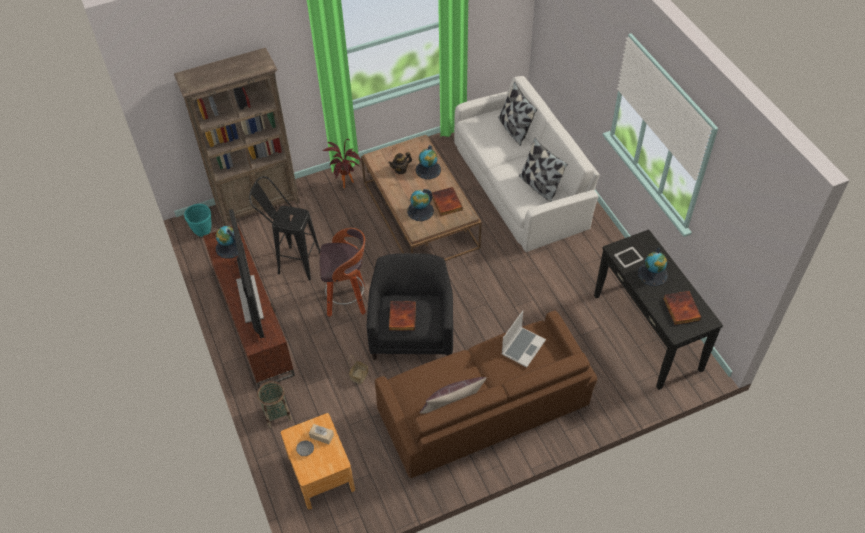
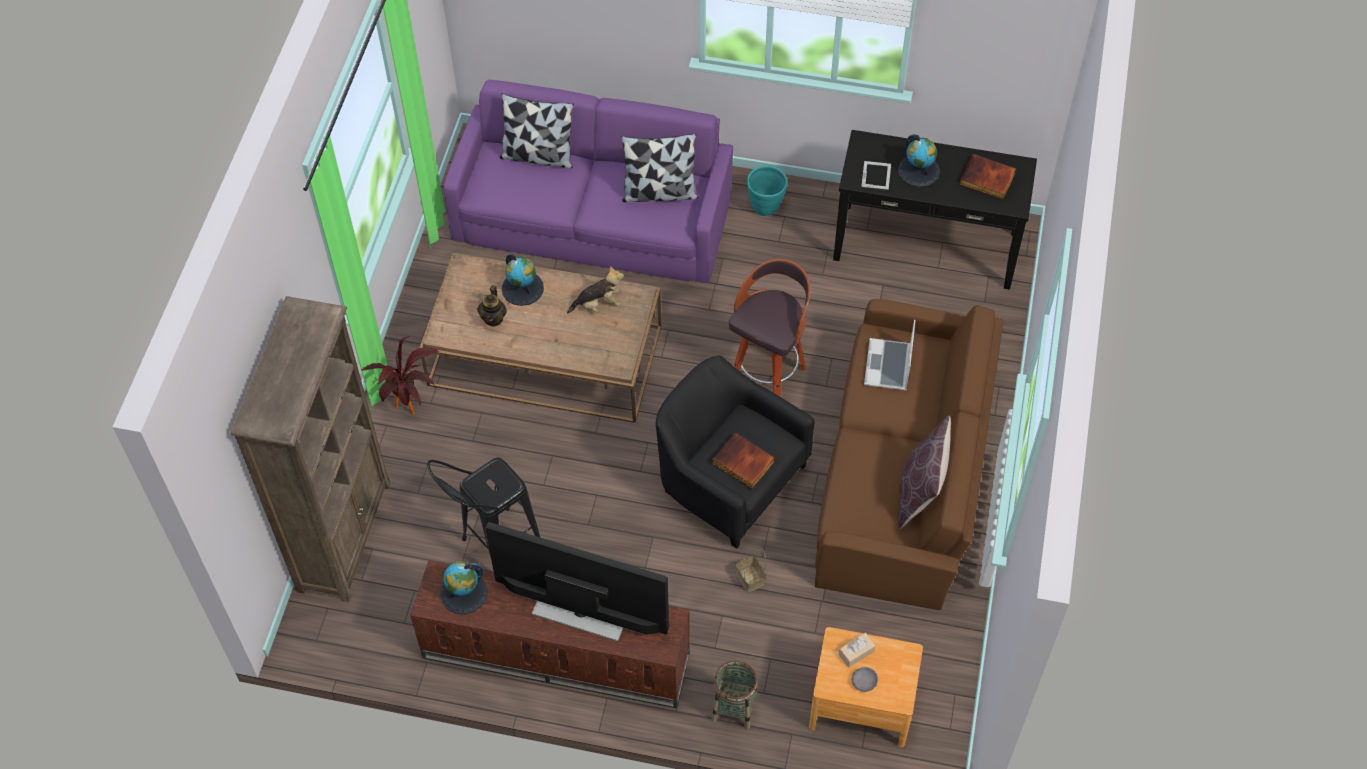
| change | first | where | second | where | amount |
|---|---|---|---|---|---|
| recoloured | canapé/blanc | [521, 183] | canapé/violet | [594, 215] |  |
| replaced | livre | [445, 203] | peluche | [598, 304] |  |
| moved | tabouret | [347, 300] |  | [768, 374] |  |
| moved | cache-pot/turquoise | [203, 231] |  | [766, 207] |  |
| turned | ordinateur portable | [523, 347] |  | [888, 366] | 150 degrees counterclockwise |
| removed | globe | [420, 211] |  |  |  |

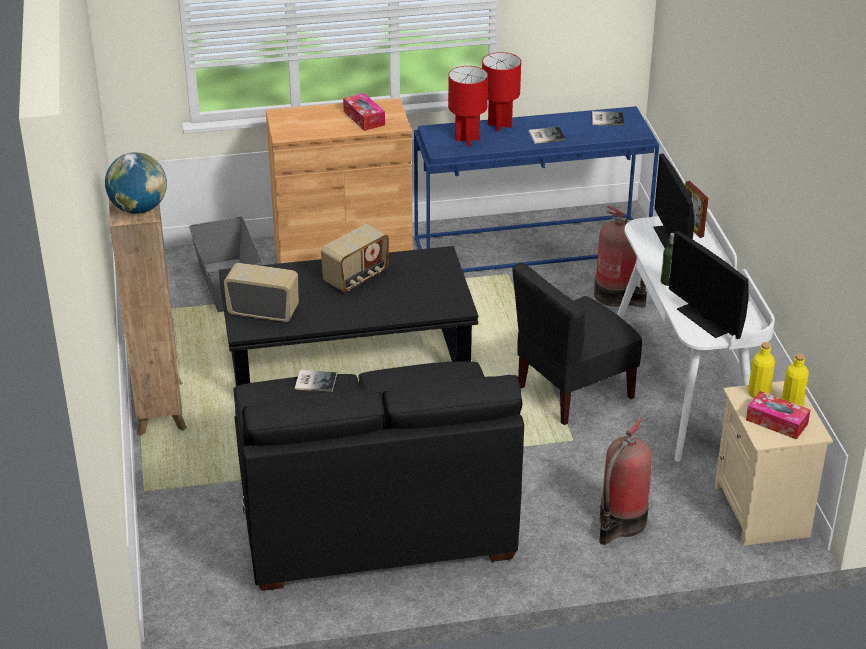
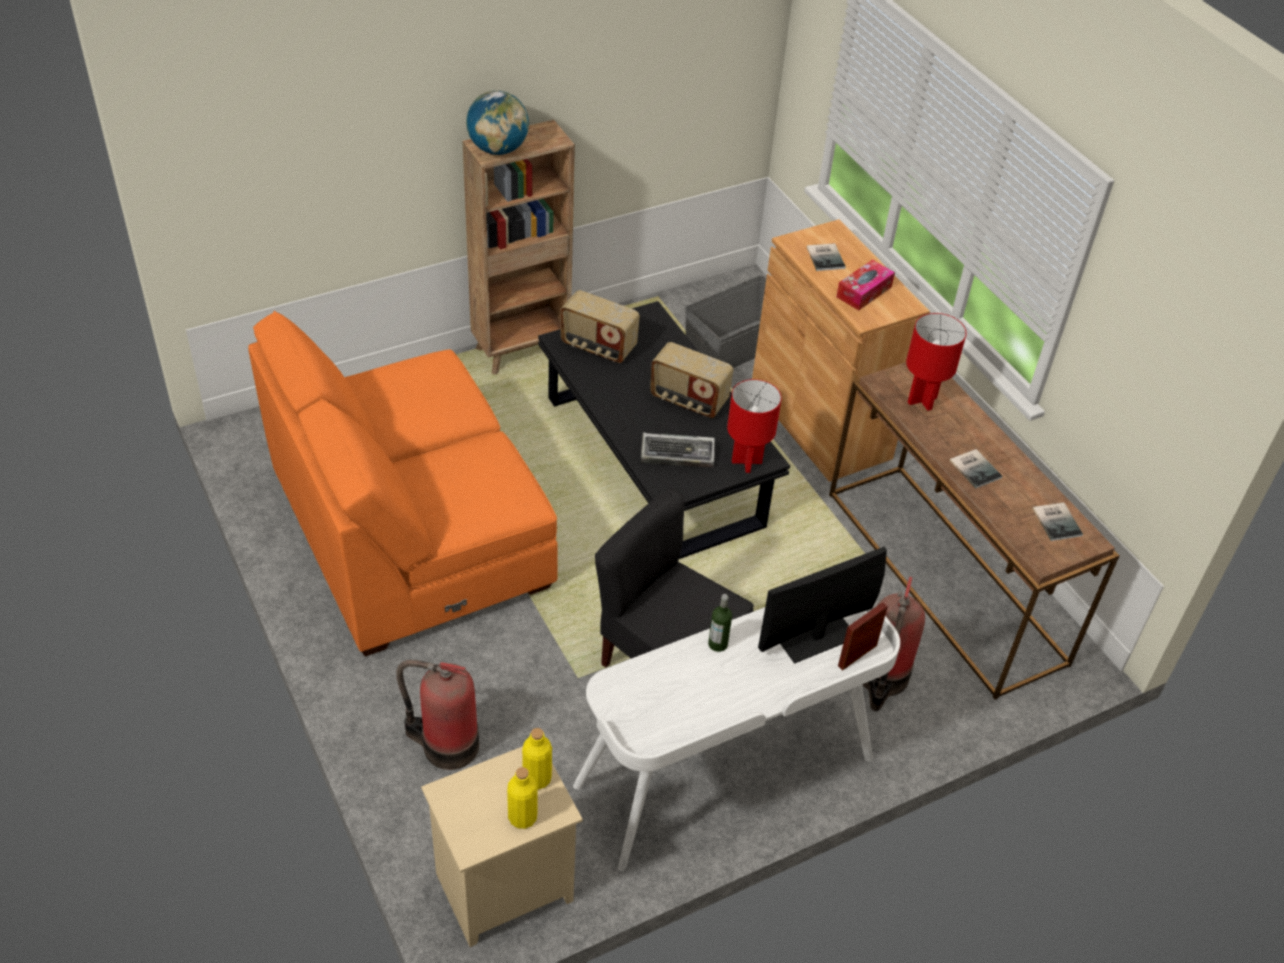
| change | first | where | second | where | amount |
|---|---|---|---|---|---|
| recoloured | canapé/noir | [373, 511] | canapé/orange | [412, 532] |  |
| turned | radio | [263, 311] |  | [598, 347] | 120 degrees clockwise |
| added |  |  | clavier | [678, 454] |  |
| moved | lampe de table/rouge | [500, 125] |  | [747, 462] |  |
| moved | livre | [314, 381] |  | [826, 257] |  |
| recoloured | table console/bleu | [532, 245] | table console/marron | [946, 577] |  |
| removed | écran d'ordinateur | [706, 319] |  |  |  |
| removed | boîte à mouchoirs | [776, 422] |  |  |  |

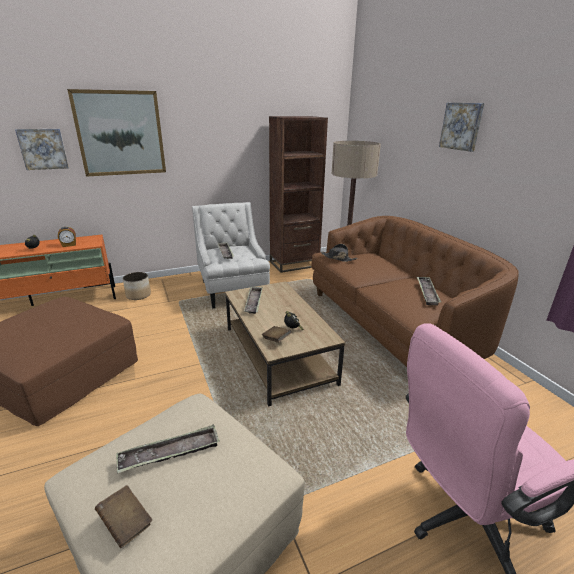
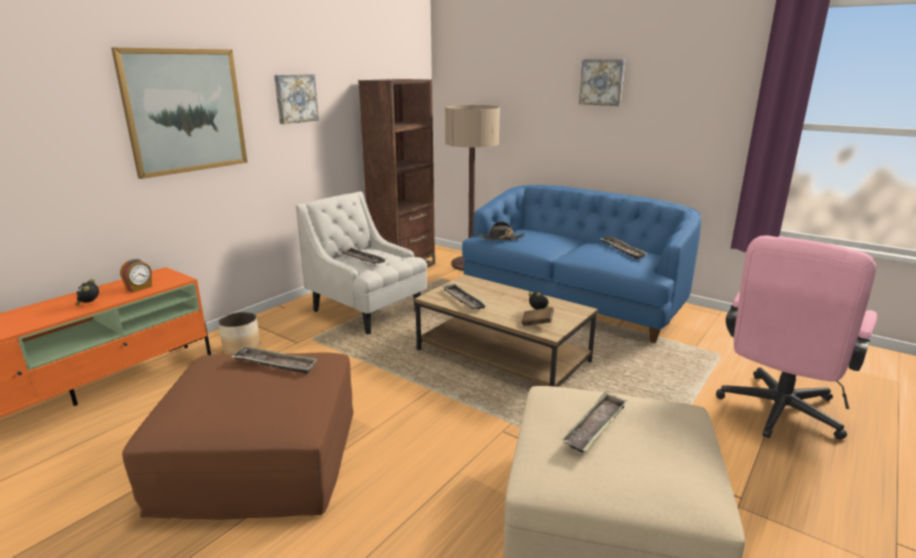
| change | first | where | second | where | amount |
|---|---|---|---|---|---|
| added |  |  | plateau | [275, 364] |  |
| moved | tableau | [43, 149] |  | [295, 98] |  |
| recoloured | canapé/marron | [392, 325] | canapé/bleu | [574, 300] |  |
| removed | livre/marron | [126, 523] |  |  |  |

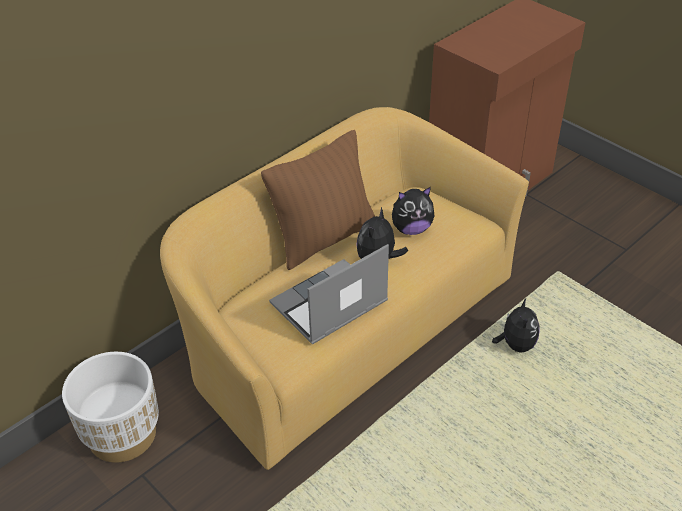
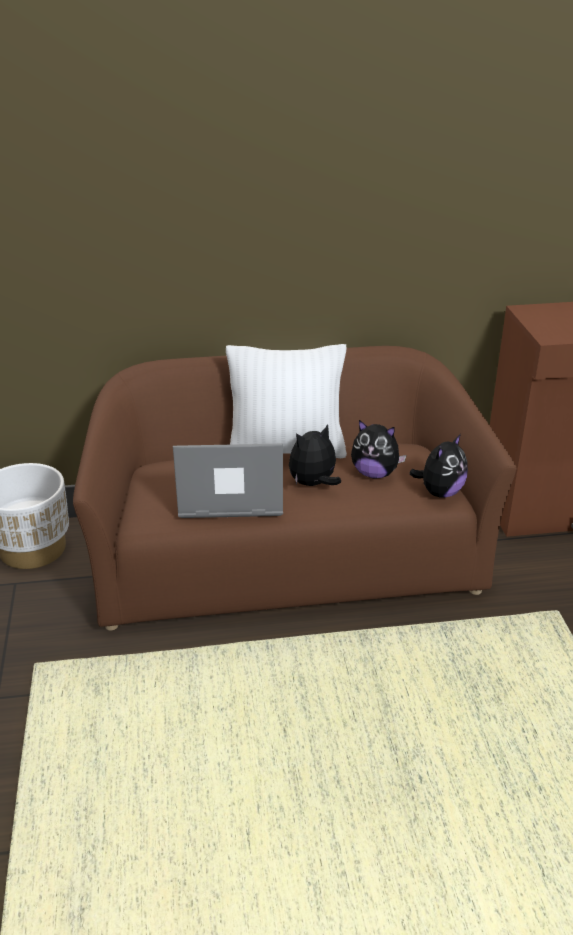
| change | first | where | second | where | amount |
|---|---|---|---|---|---|
| recoloured | canapé/jaune | [343, 328] | canapé/marron | [286, 558] |  |
| recoloured | coussin/marron | [324, 239] | coussin/blanc | [286, 450] |  |
| moved | peluche | [516, 344] |  | [440, 492] |  |

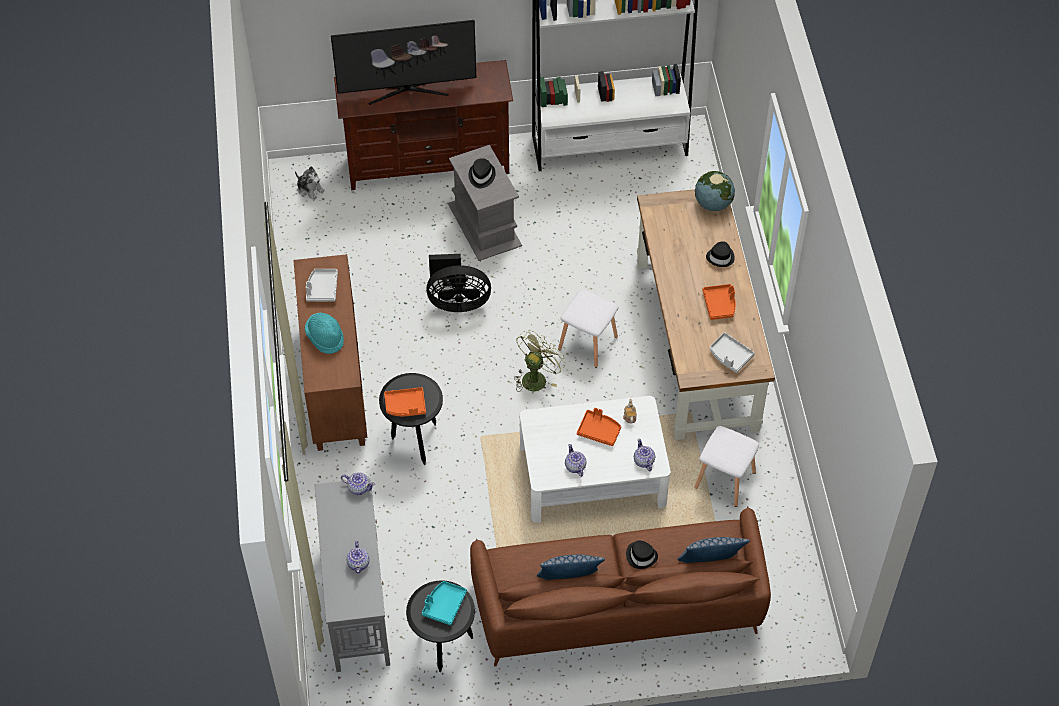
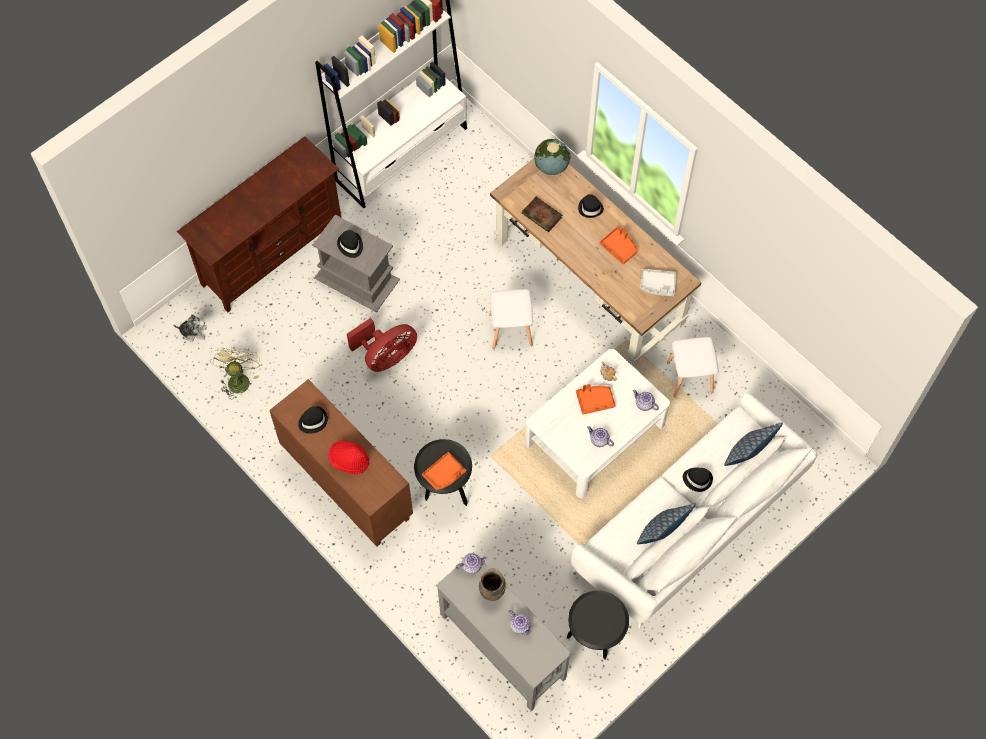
| change | first | where | second | where | amount |
|---|---|---|---|---|---|
| moved | ventilateur/vert | [536, 377] |  | [238, 378] |  |
| replaced | plateau/gris | [322, 289] | chapeau/noir | [313, 420] |  |
| recoloured | chapeau/turquoise | [325, 338] | chapeau/rouge | [349, 460] |  |
| recoloured | ventilateur/noir | [457, 301] | ventilateur/rouge | [386, 356] |  |
| added |  |  | vase/marron | [492, 592] |  |
| added |  |  | livre | [543, 216] |  |
| recoloured | canapé/marron | [619, 606] | canapé/blanc | [691, 523] |  |
| removed | téléviseur | [407, 90] |  |  |  |
| removed | plateau/turquoise | [444, 605] |  |  |  |

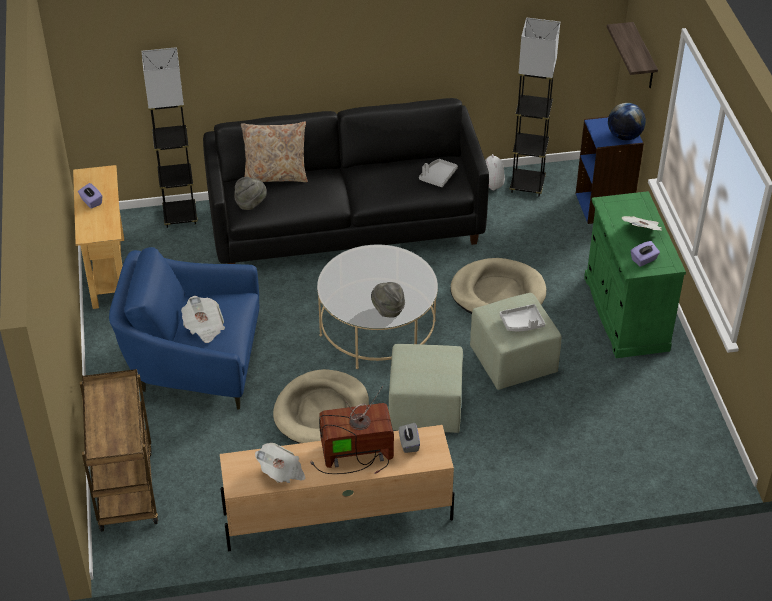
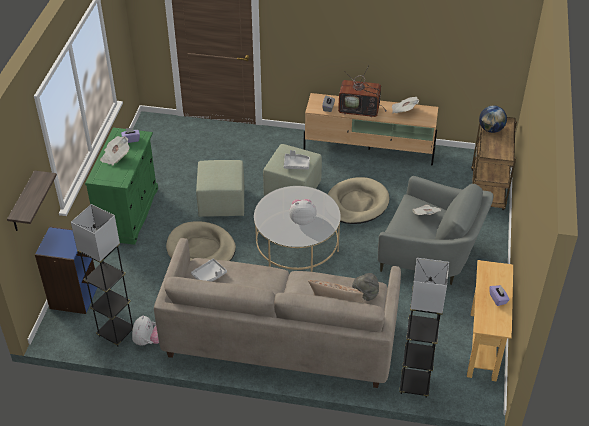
| change | first | where | second | where | amount |
|---|---|---|---|---|---|
| recoloured | canapé/noir | [346, 224] | canapé/beige | [280, 337] |  |
| moved | plateau/gris | [522, 323] |  | [296, 164] |  |
| added |  |  | peluche | [302, 220] |  |
| recoloured | fauteuil/bleu | [194, 363] | fauteuil/gris | [430, 255] |  |
| moved | globe | [624, 136] |  | [491, 129] |  |
| removed | chapeau/gris | [388, 309] |  |  |  |

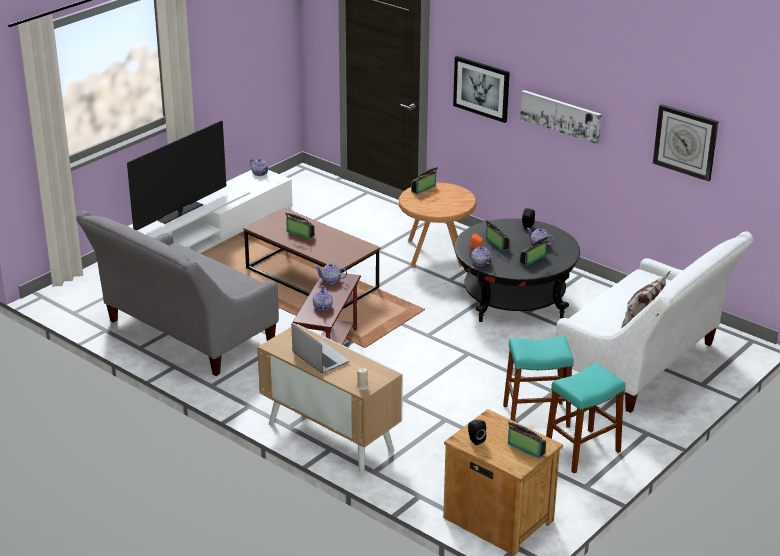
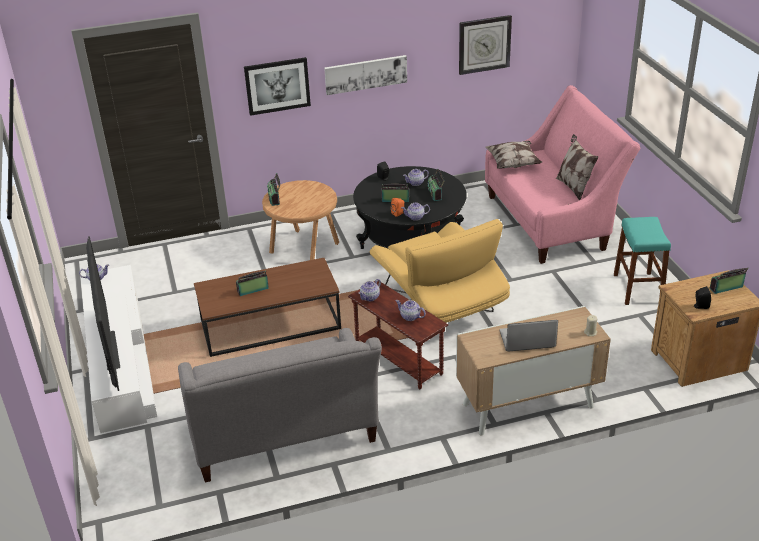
| change | first | where | second | where | amount |
|---|---|---|---|---|---|
| added |  |  | fauteuil/jaune | [440, 306] |  |
| recoloured | canapé/blanc | [645, 366] | canapé/rose | [552, 221] |  |
| added |  |  | coussin | [513, 164] |  |
| removed | tabouret/turquoise | [536, 416] |  |  |  |

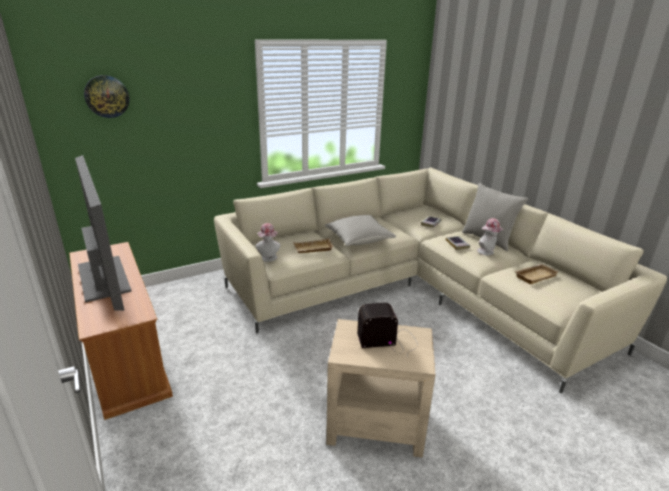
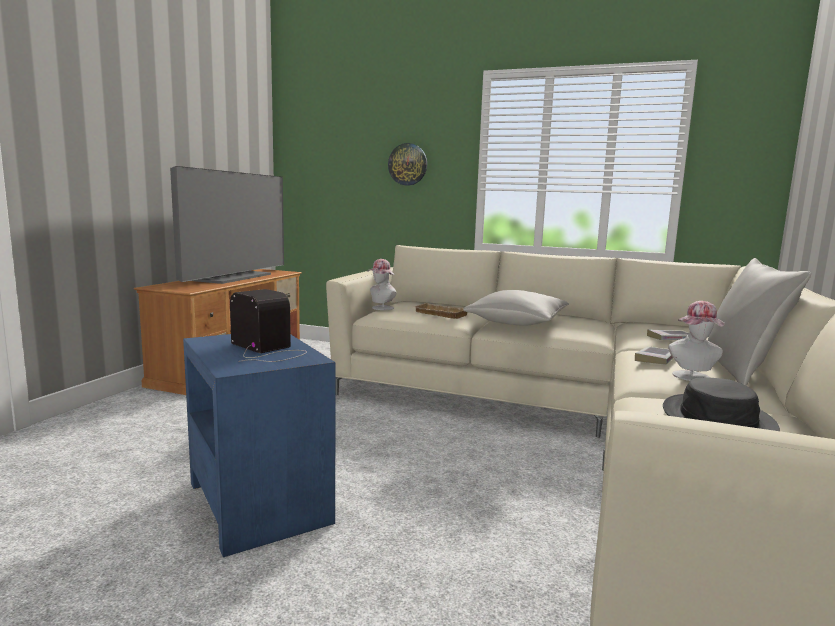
| change | first | where | second | where | amount |
|---|---|---|---|---|---|
| recoloured | table d'appoint/beige | [375, 423] | table d'appoint/bleu | [259, 501] |  |
| moved | horloge murale | [107, 96] |  | [408, 164] |  |
| replaced | plateau/beige | [534, 276] | chapeau/noir | [718, 419] |  |

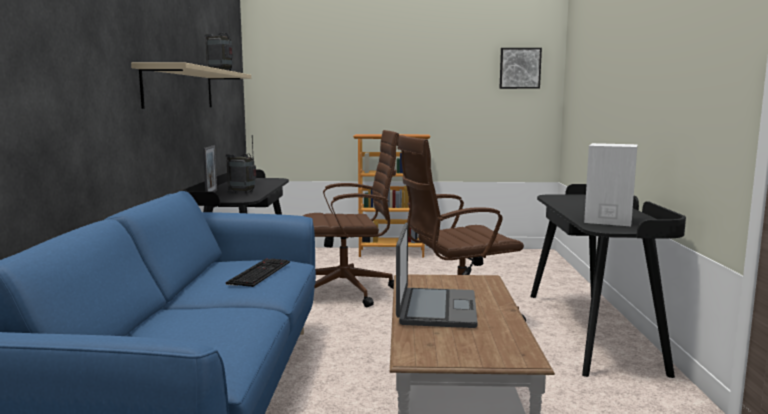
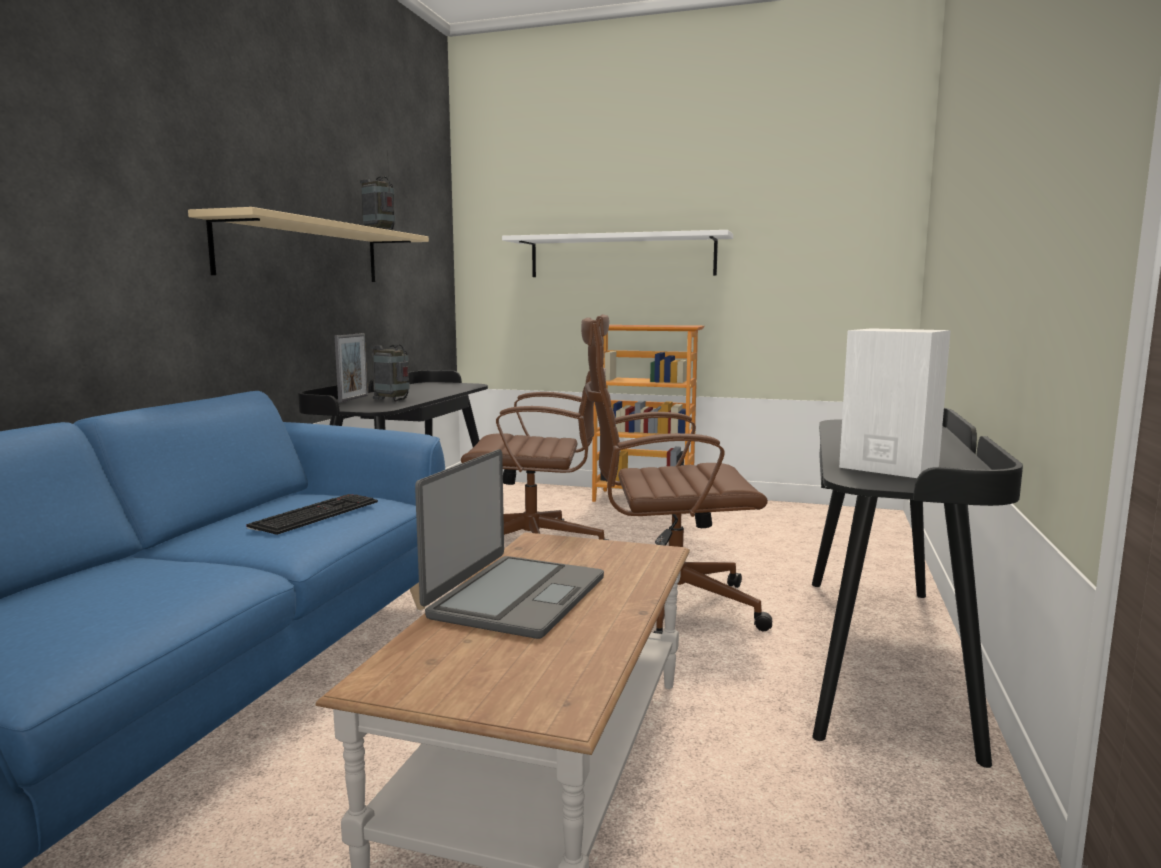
| change | first | where | second | where | amount |
|---|---|---|---|---|---|
| added |  |  | étagère/blanc | [621, 256] |  |
| removed | tableau | [519, 68] |  |  |  |

